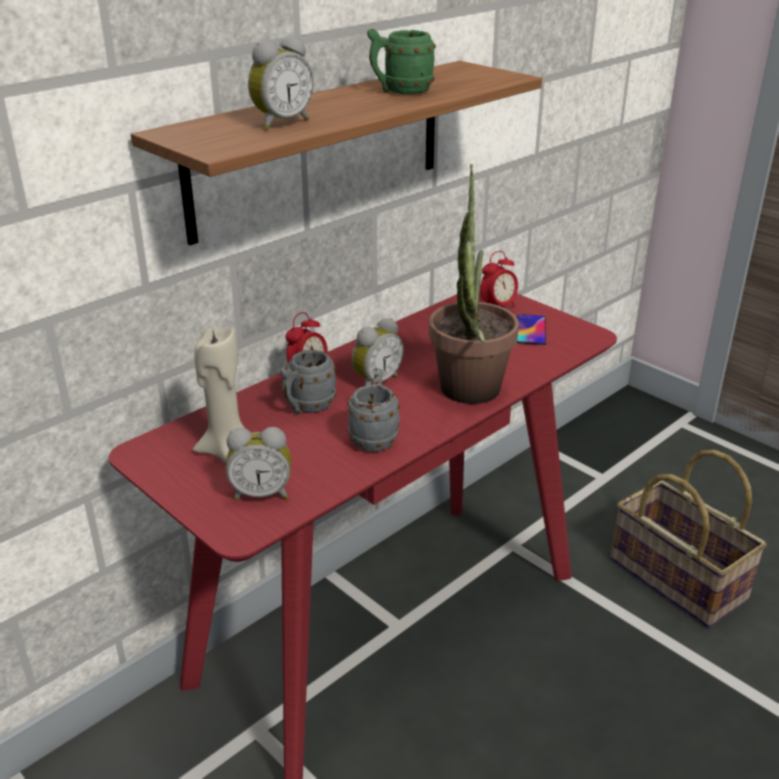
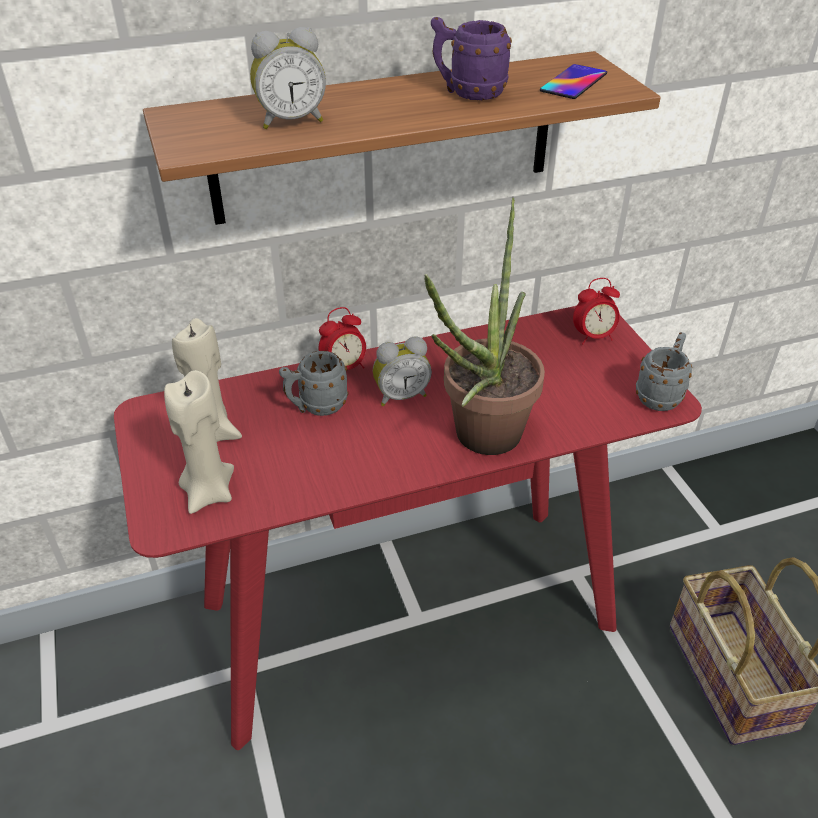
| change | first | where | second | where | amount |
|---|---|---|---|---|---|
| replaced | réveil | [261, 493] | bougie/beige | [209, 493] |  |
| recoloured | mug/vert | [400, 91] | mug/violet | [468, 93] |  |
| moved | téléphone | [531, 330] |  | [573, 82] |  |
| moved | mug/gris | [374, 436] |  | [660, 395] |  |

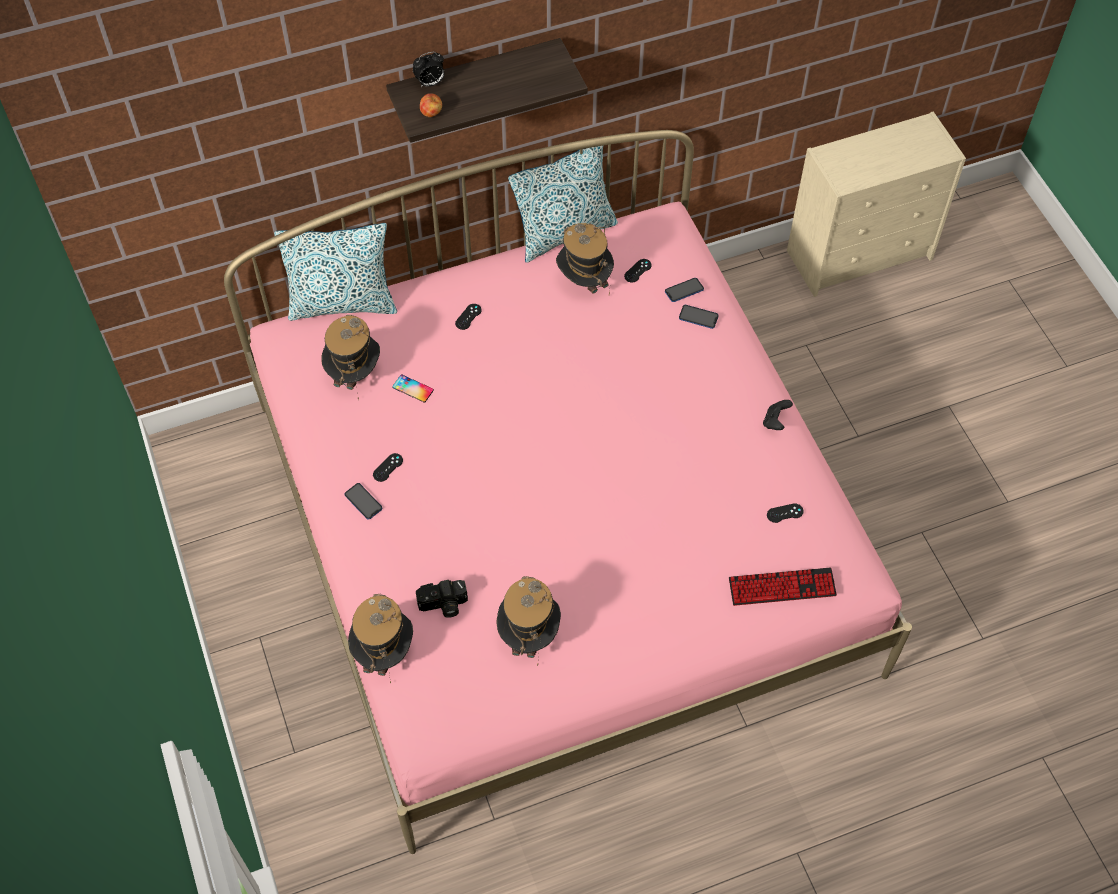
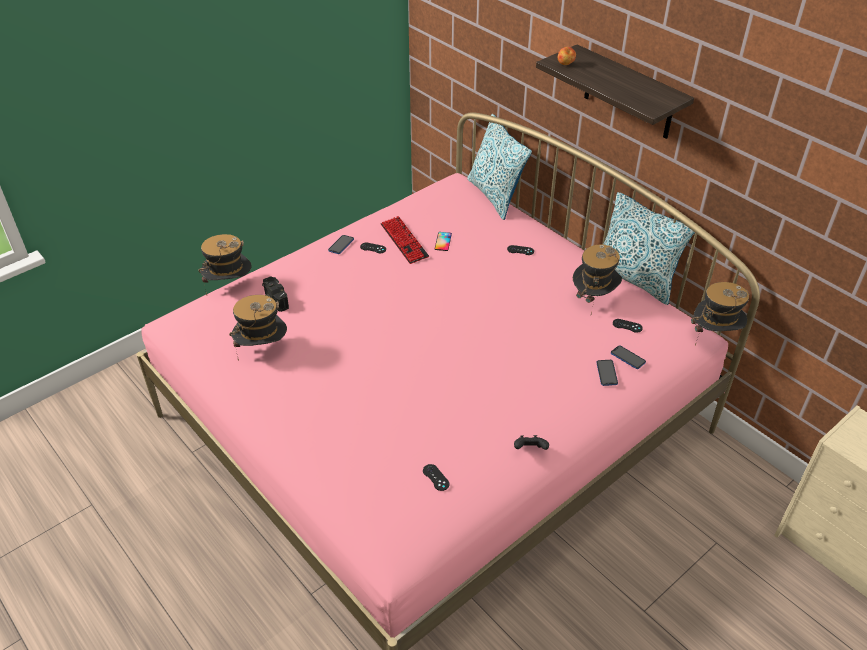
| change | first | where | second | where | amount |
|---|---|---|---|---|---|
| moved | clavier | [782, 587] |  | [404, 241] |  |
| moved | chapeau | [354, 375] |  | [714, 336] |  |
| removed | réveil | [430, 83] |  |  |  |

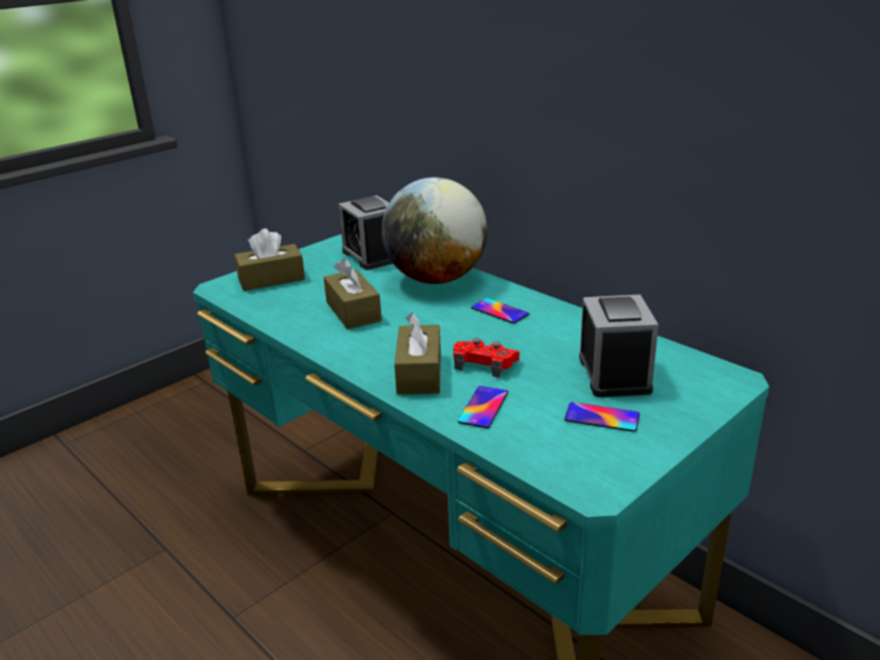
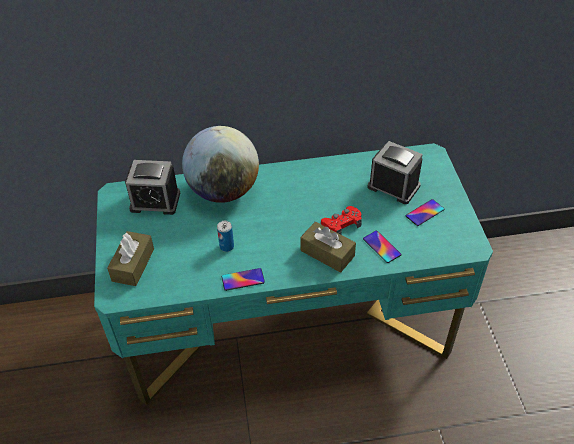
| change | first | where | second | where | amount |
|---|---|---|---|---|---|
| replaced | boîte à mouchoirs/marron | [353, 311] | boîte métallique | [226, 246] |  |
| moved | téléphone | [500, 311] |  | [243, 279] |  |

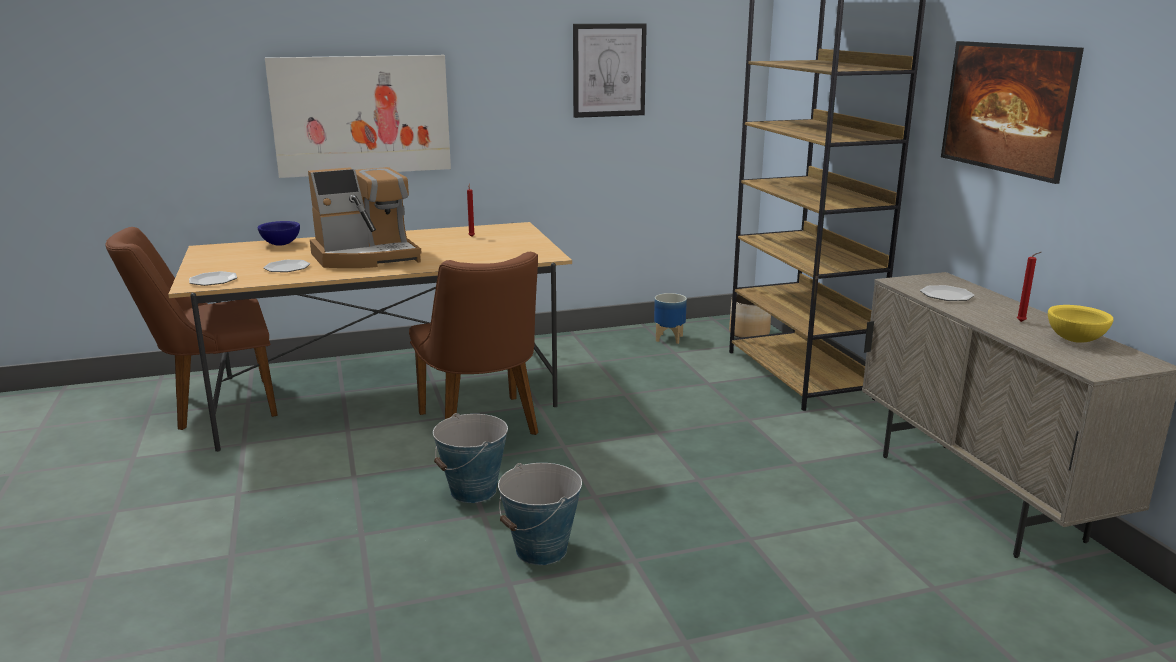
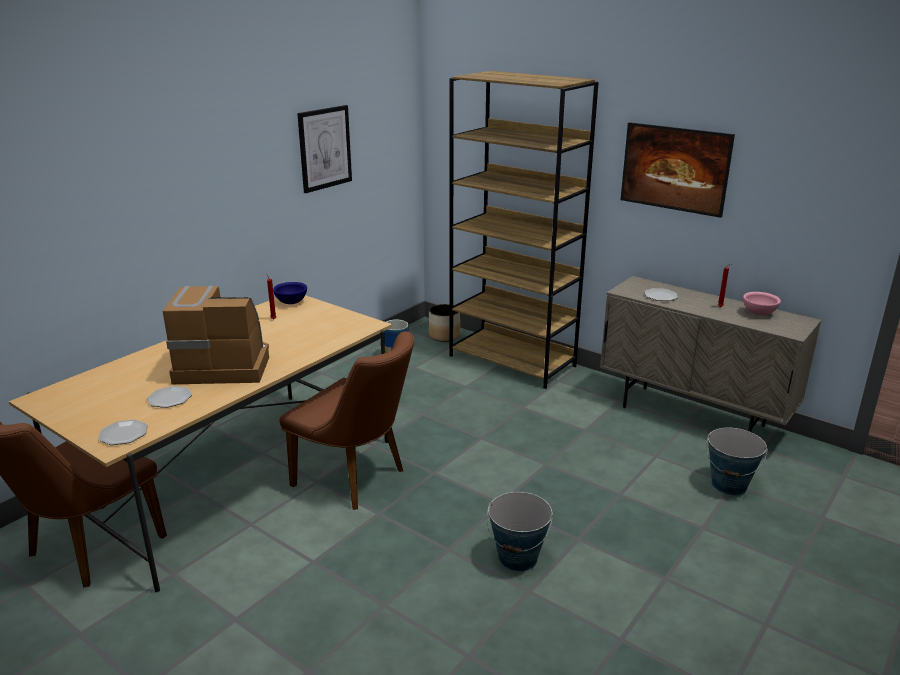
| change | first | where | second | where | amount |
|---|---|---|---|---|---|
| turned | machine à café | [366, 257] |  | [222, 365] | 120 degrees counterclockwise |
| moved | bol/bleu | [280, 244] |  | [291, 302] |  |
| moved | seau | [473, 491] |  | [729, 485] |  |
| recoloured | bol/jaune | [1076, 340] | bol/rose | [759, 313] |  |
| removed | tableau | [361, 115] |  |  |  |

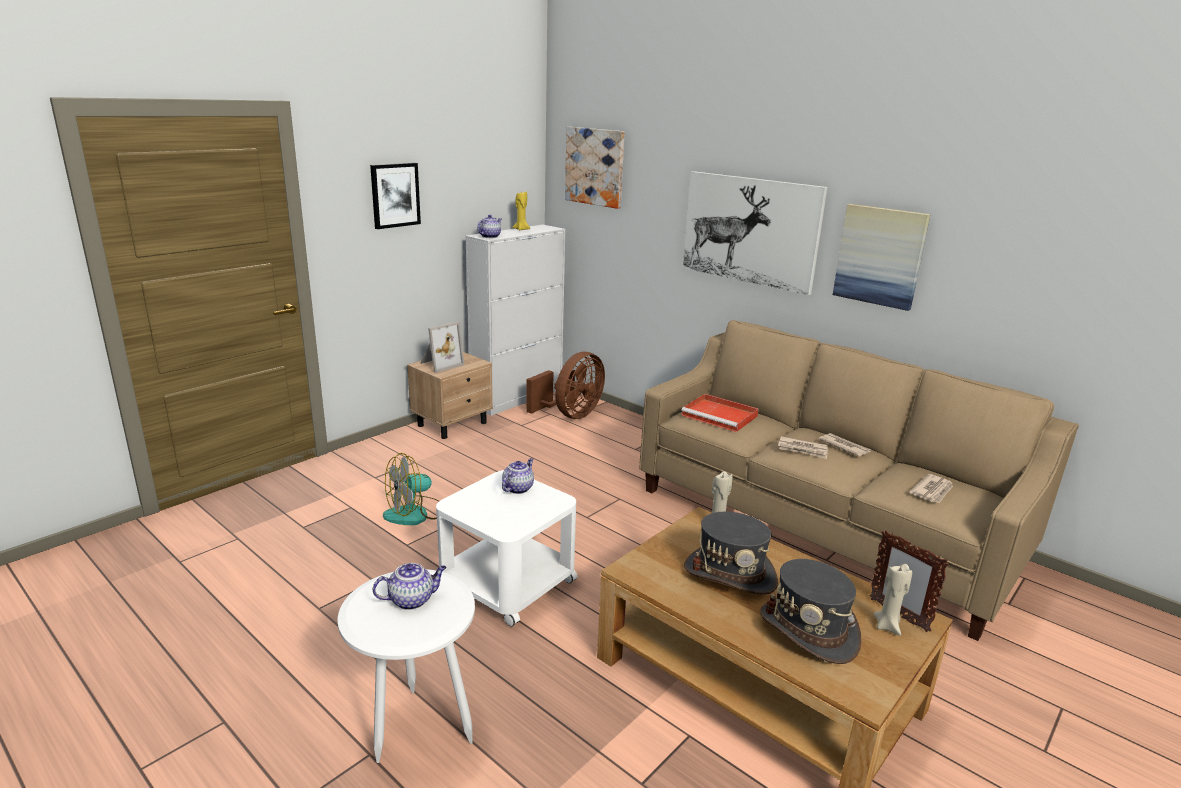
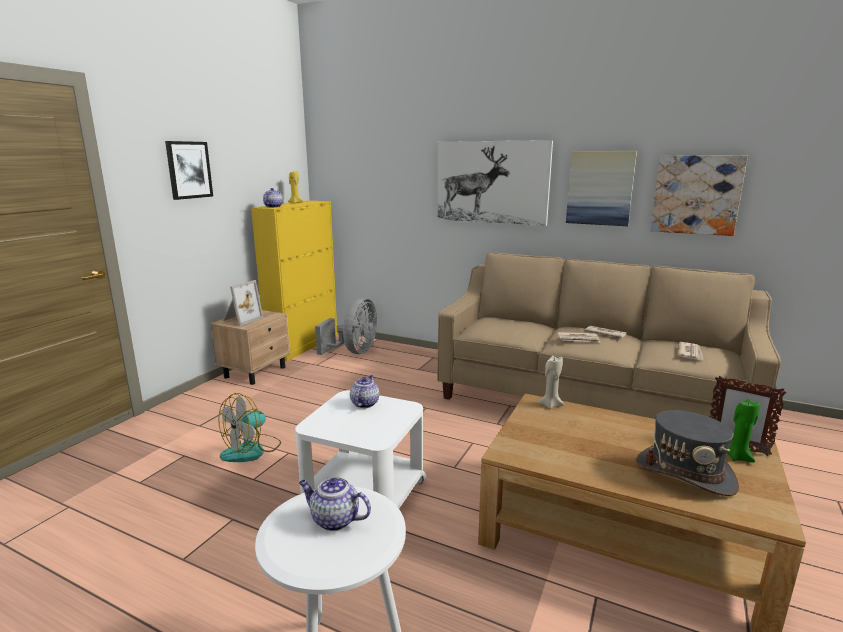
| change | first | where | second | where | amount |
|---|---|---|---|---|---|
| recoloured | meuble de rangement/blanc | [518, 397] | meuble de rangement/jaune | [304, 345] |  |
| turned | théière | [412, 600] |  | [334, 520] | 120 degrees counterclockwise |
| recoloured | ventilateur/marron | [571, 415] | ventilateur/gris | [354, 352] |  |
| moved | tableau | [595, 167] |  | [696, 195] |  |
| recoloured | bougie/beige | [887, 626] | bougie/vert | [737, 457] |  |
| removed | plateau/rouge | [721, 416] |  |  |  |
| removed | chapeau/gris | [730, 574] |  |  |  |

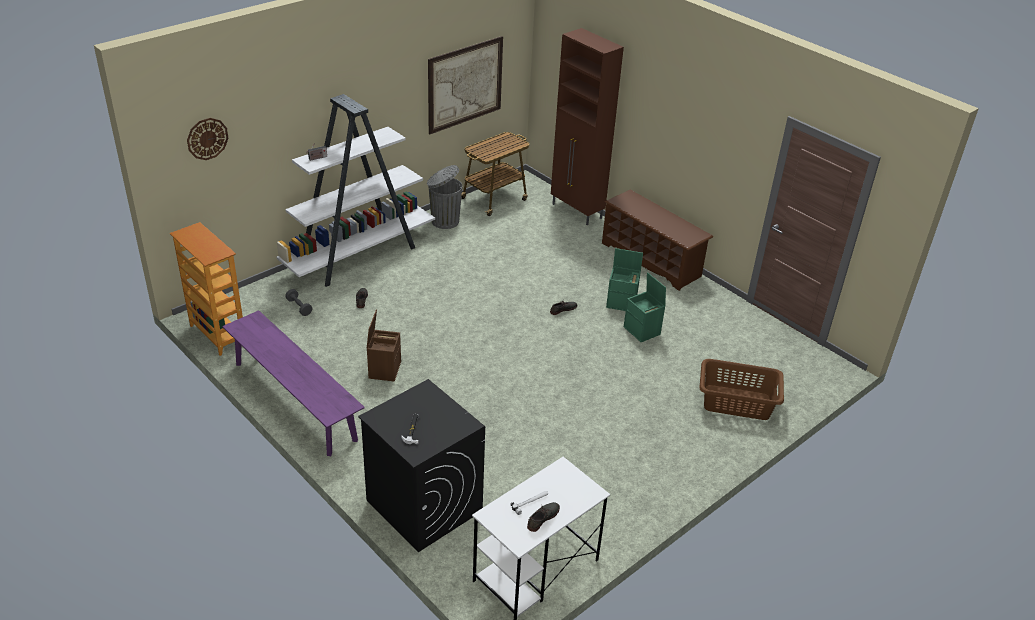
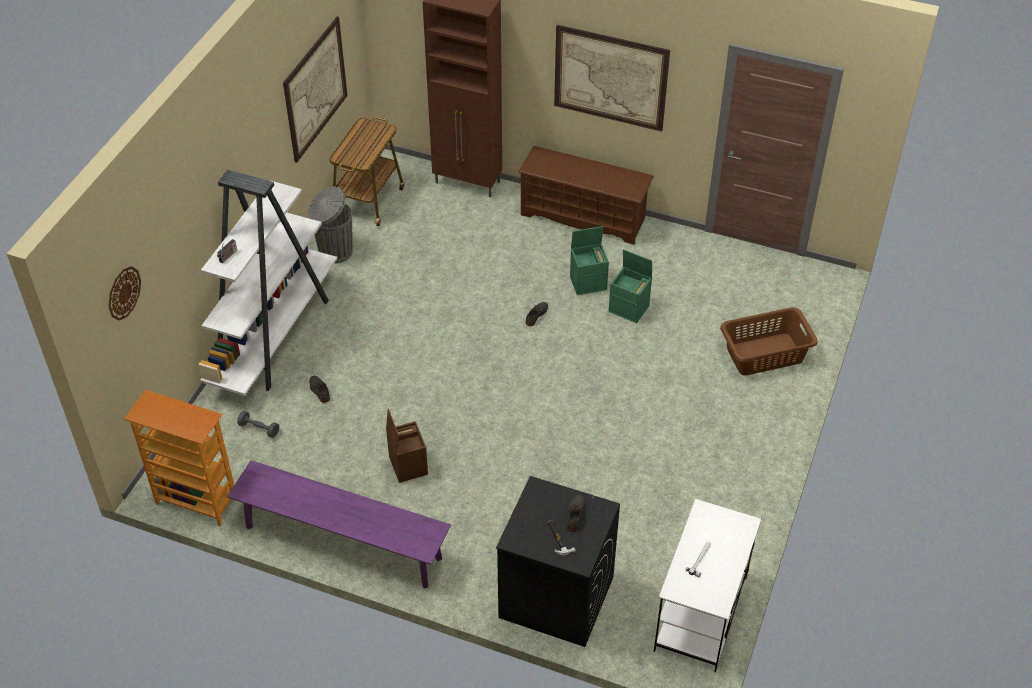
| change | first | where | second | where | amount |
|---|---|---|---|---|---|
| added |  |  | tableau | [610, 78] |  |
| moved | chaussure/gris | [543, 518] |  | [574, 514] |  |

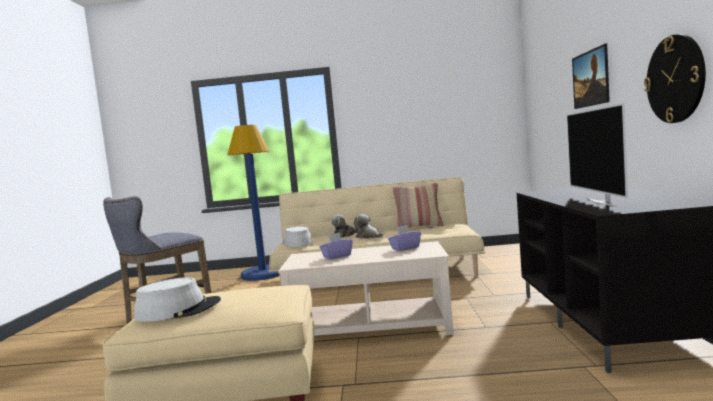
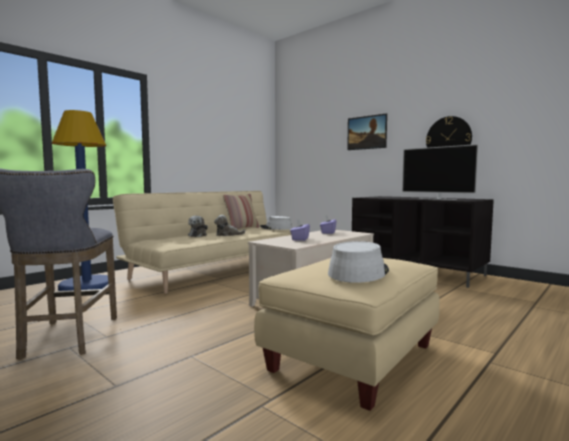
| change | first | where | second | where | amount |
|---|---|---|---|---|---|
| moved | chapeau/gris | [297, 242] |  | [276, 228] |  |

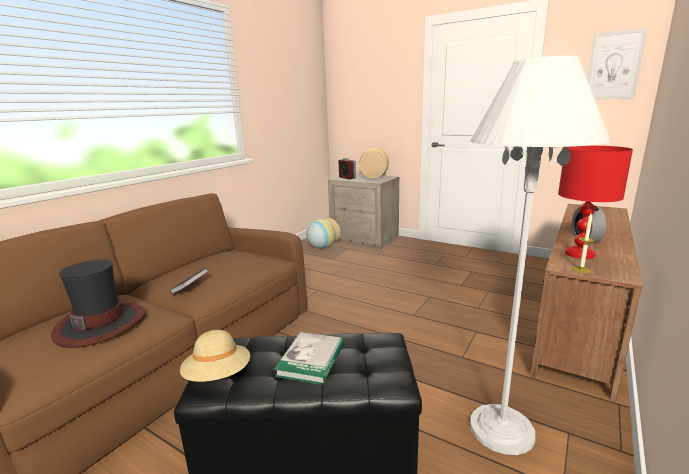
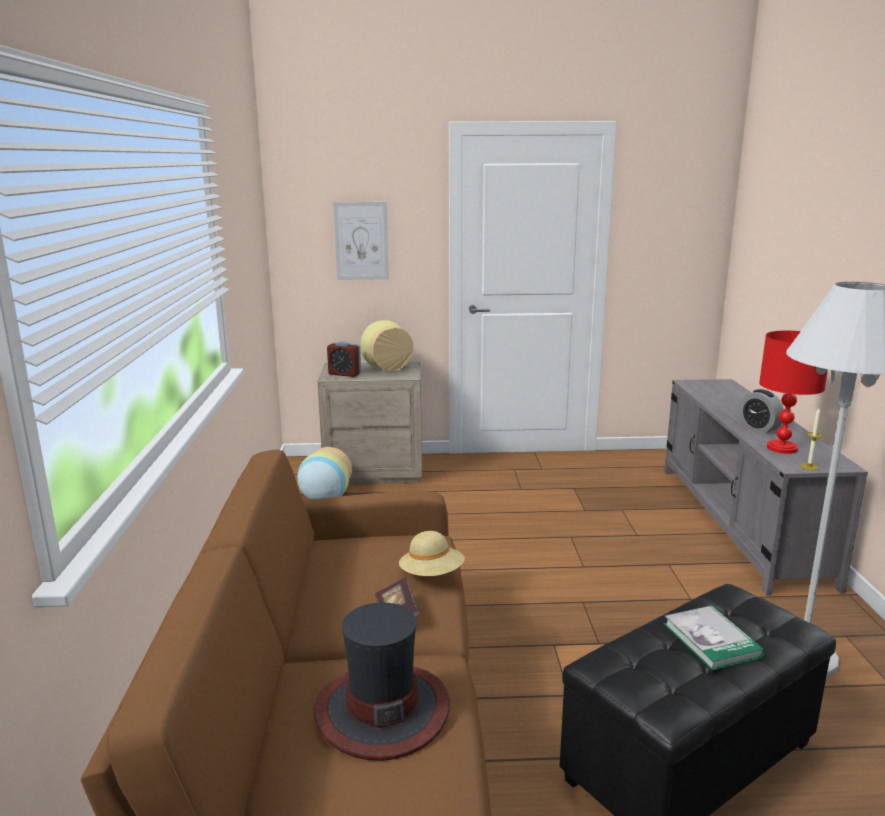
| change | first | where | second | where | amount |
|---|---|---|---|---|---|
| moved | tableau | [613, 66] |  | [361, 241] |  |
| moved | chapeau/beige | [218, 376] |  | [432, 575] |  |
| recoloured | meuble télé/marron | [578, 322] | meuble télé/gris | [740, 522] |  |

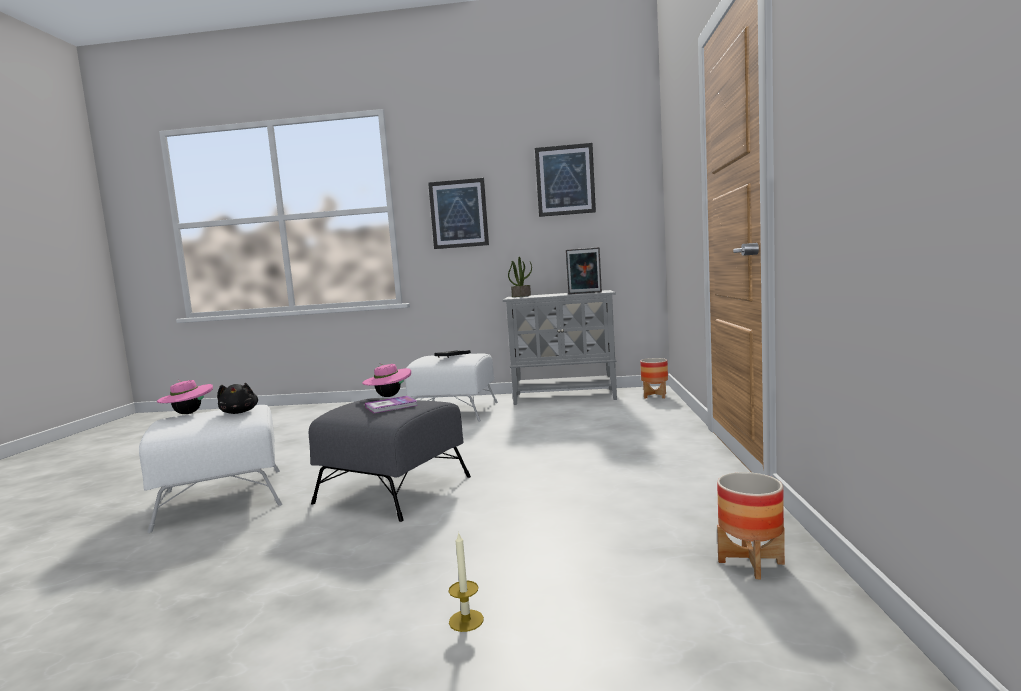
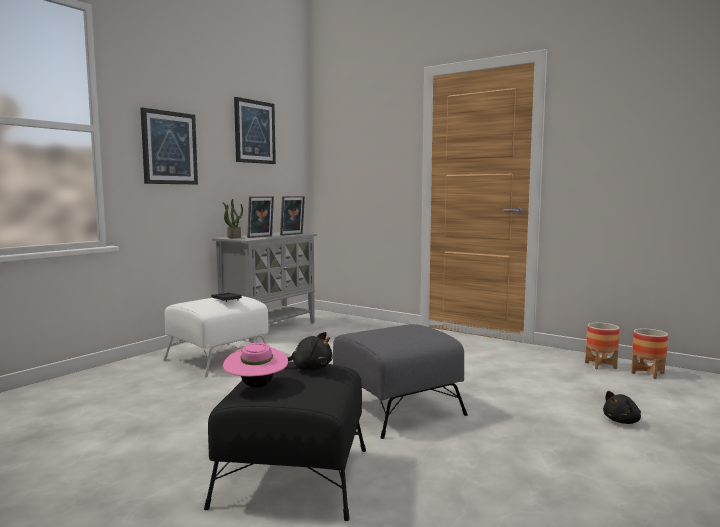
| change | first | where | second | where | amount |
|---|---|---|---|---|---|
| recoloured | pouf/blanc | [223, 498] | pouf/noir | [294, 476] |  |
| added |  |  | cadre photo | [261, 237] |  |
| replaced | bougie | [466, 620] | peluche/noir | [622, 421] |  |
| moved | cache-pot | [655, 396] |  | [647, 373] |  |
| removed | chapeau/rose | [388, 396] |  |  |  |
| removed | livre | [391, 406] |  |  |  |

